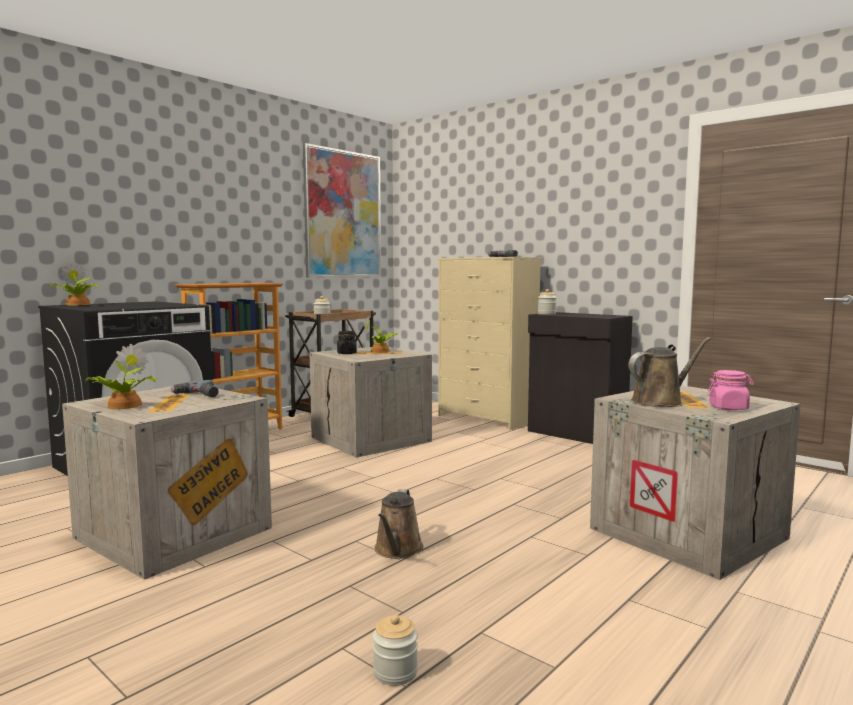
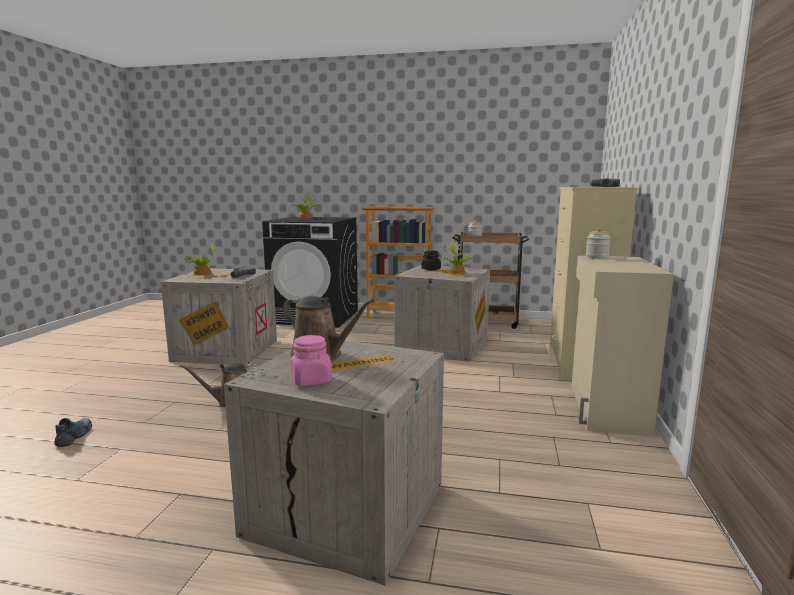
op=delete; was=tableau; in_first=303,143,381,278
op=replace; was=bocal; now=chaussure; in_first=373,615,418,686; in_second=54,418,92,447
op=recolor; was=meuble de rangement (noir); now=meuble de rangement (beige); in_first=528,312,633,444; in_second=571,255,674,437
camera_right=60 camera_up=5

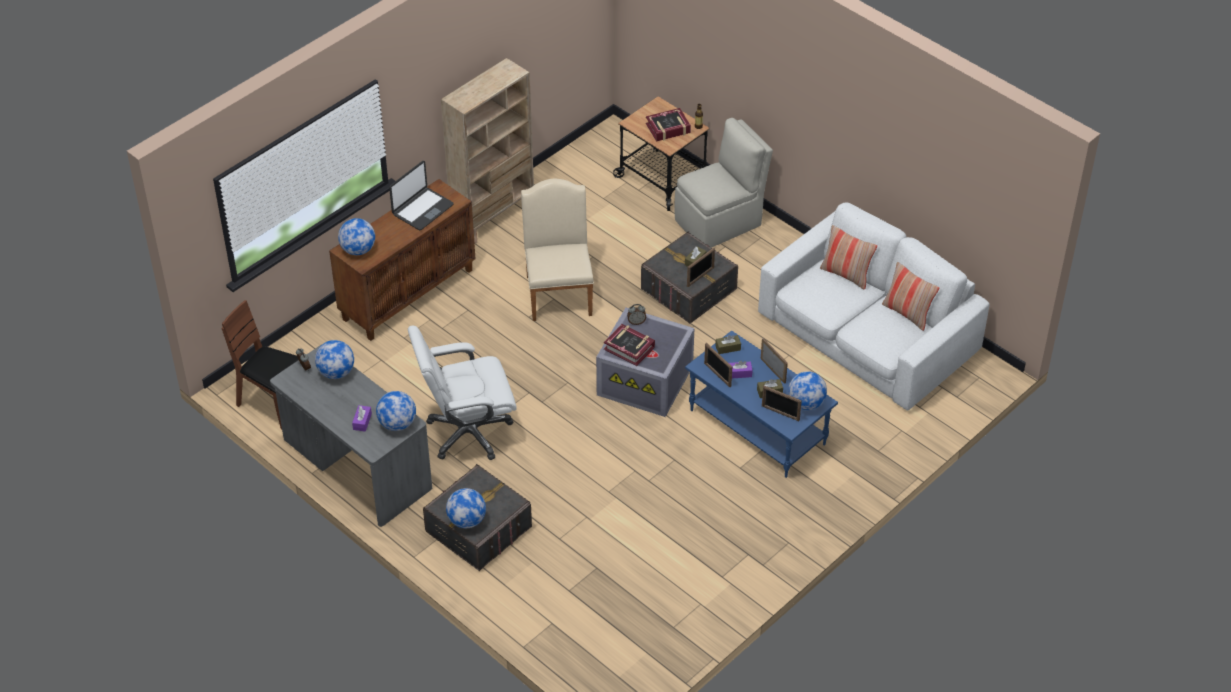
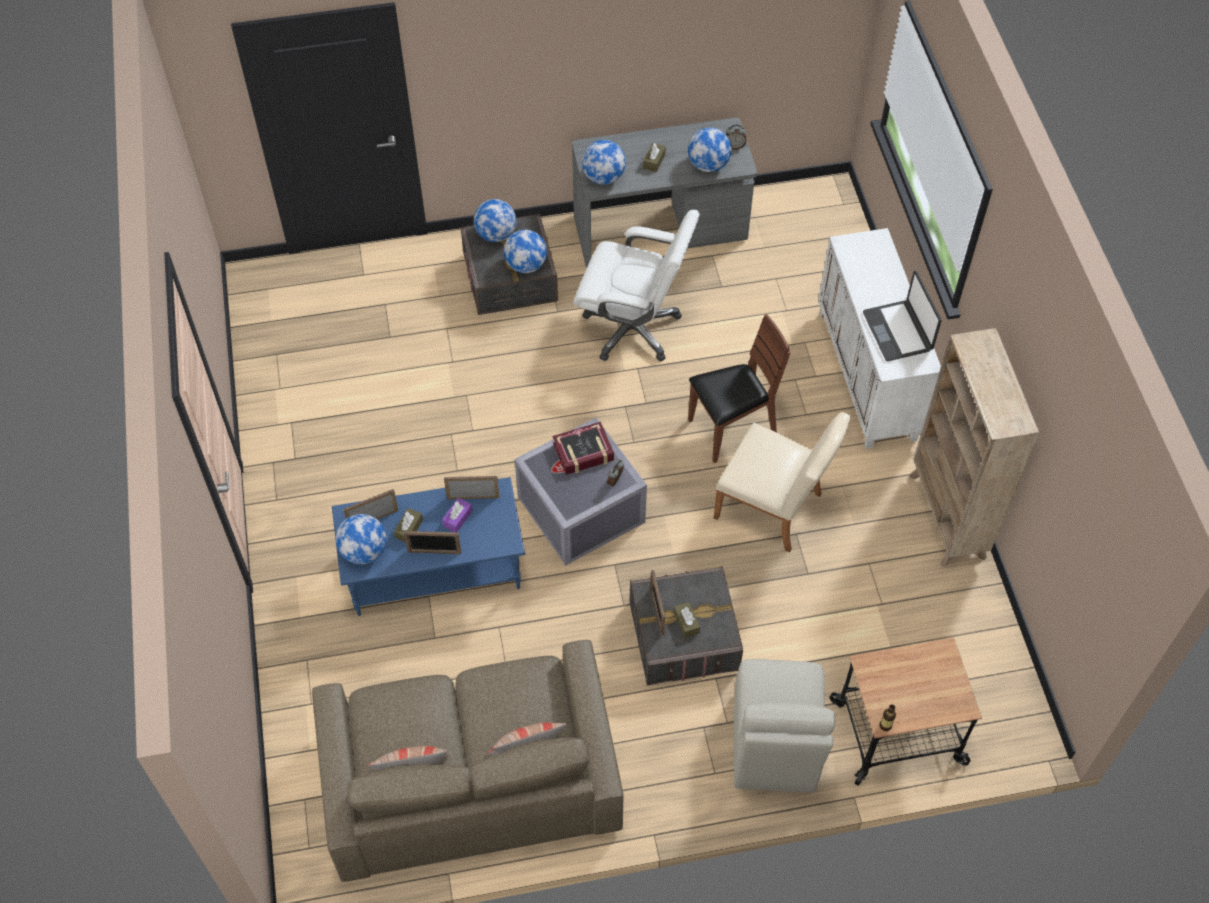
op=move; was=chaise (marron); in_first=221,300,298,430; in_second=688,314,790,463
op=recolor; was=meuble de rangement (marron); now=meuble de rangement (blanc); in_first=329,179,476,341; in_second=818,228,941,449
op=move; was=globe; in_first=338,218,375,255; in_second=504,230,547,273
op=delete; was=boîte à mouchoirs (violet); in_first=352,405,372,432
op=rotate; was=chaise de bureau (blanc); in_first=408,326,517,460; in_second=574,210,700,361; clockwise=90
op=delete; was=livre; in_first=646,108,691,141
op=move; was=boîte à mouchoirs (marron); in_first=715,335,741,354; in_second=643,143,666,172
op=recolor; was=canapé (blanc); now=canapé (marron); in_first=758,202,990,411; in_second=312,640,623,882
camera_right=125 camera_up=10

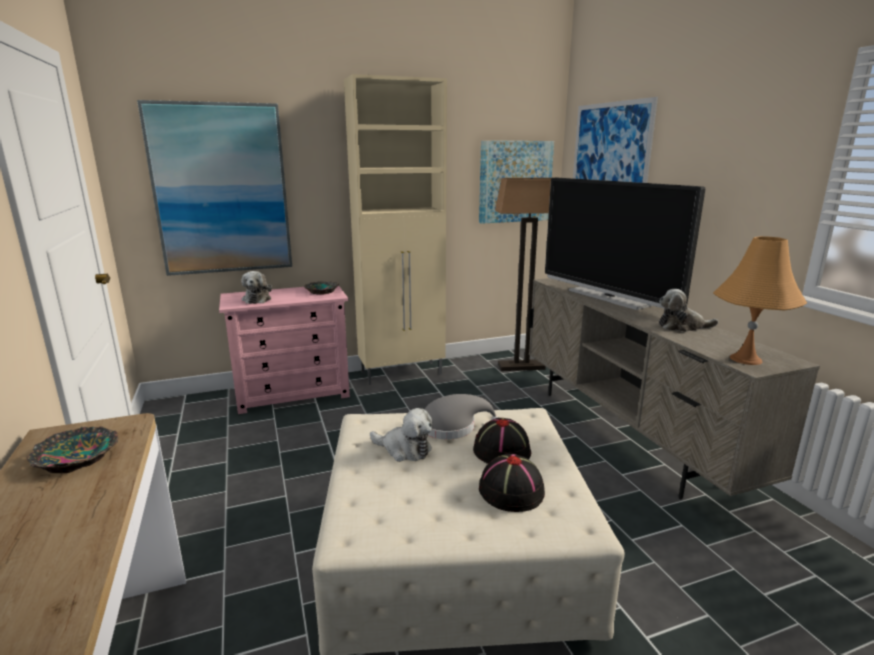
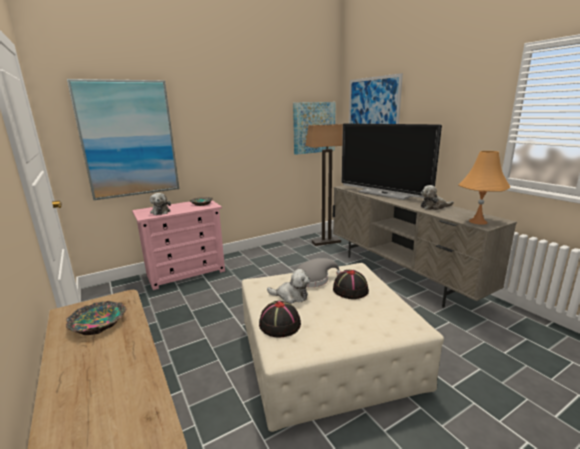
op=delete; was=meuble de rangement (beige); in_first=344,74,447,385
op=move; was=chapeau (noir); in_first=479,454,545,512; in_second=259,301,301,337
camera_right=-10 camera_up=0

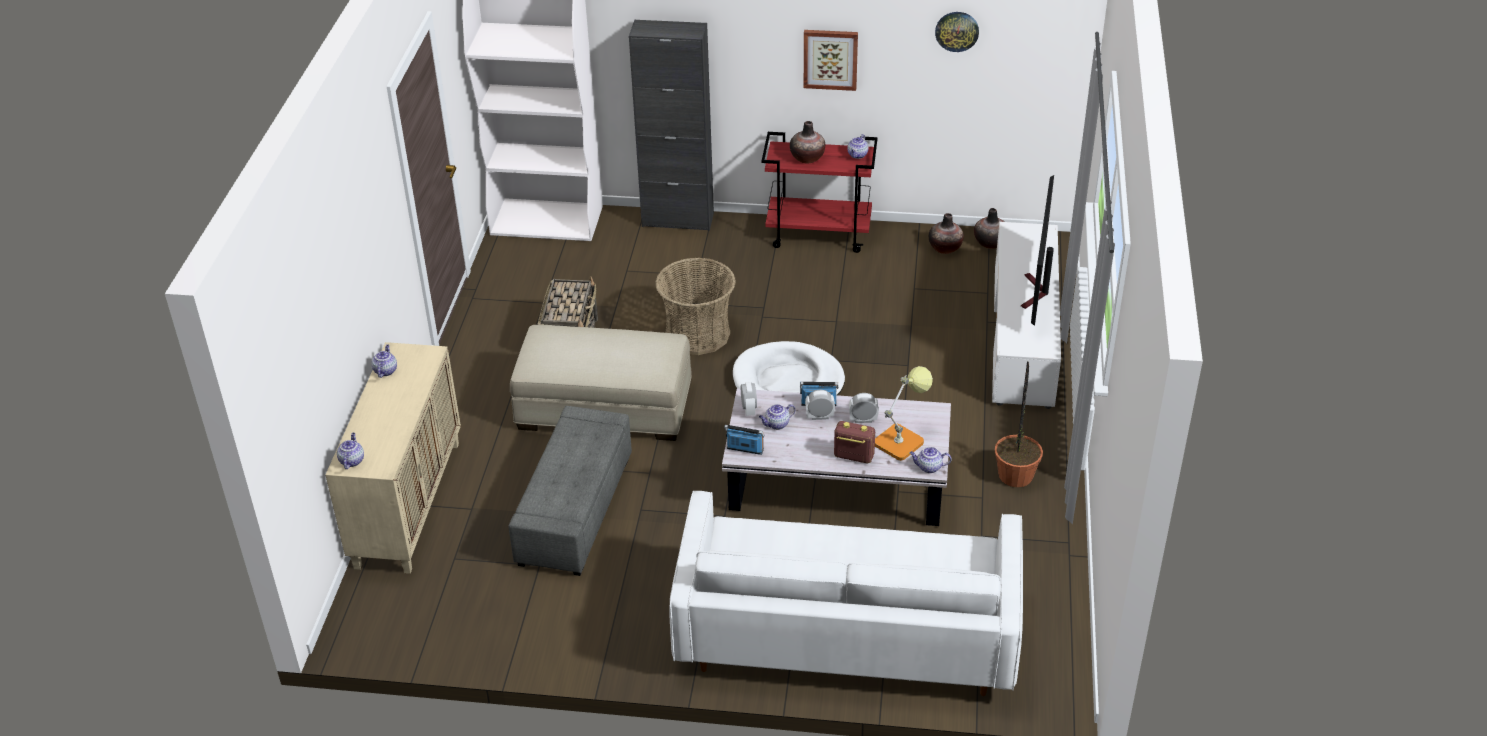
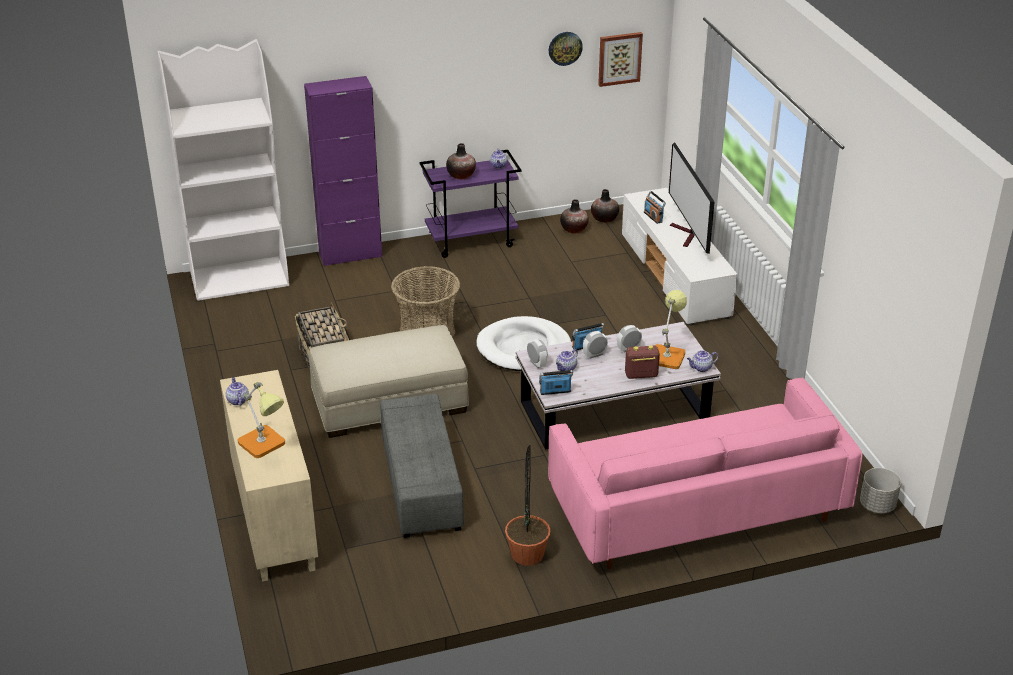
op=delete; was=théière; in_first=337,433,364,469
op=recolor; was=meuble de rangement (noir); now=meuble de rangement (violet); in_first=629,20,714,231; in_second=304,76,382,267
op=recolor; was=canapé (blanc); now=canapé (rose); in_first=669,491,1023,696; in_second=548,378,862,569
op=recolor; was=chariot (rouge); now=chariot (violet); in_first=762,132,878,253; in_second=420,150,521,258
op=move; was=tableau; in_first=804,30,858,91; in_second=598,32,643,87
op=move; was=plante en pot; in_first=995,361,1043,487; in_second=505,445,551,566
op=insert; now=lampe de table; in_second=238,382,285,458
op=insert; now=radio; in_second=644,191,666,224
op=insert; now=cache-pot (gris); in_second=860,468,901,513
camera_right=-25 camera_up=-5

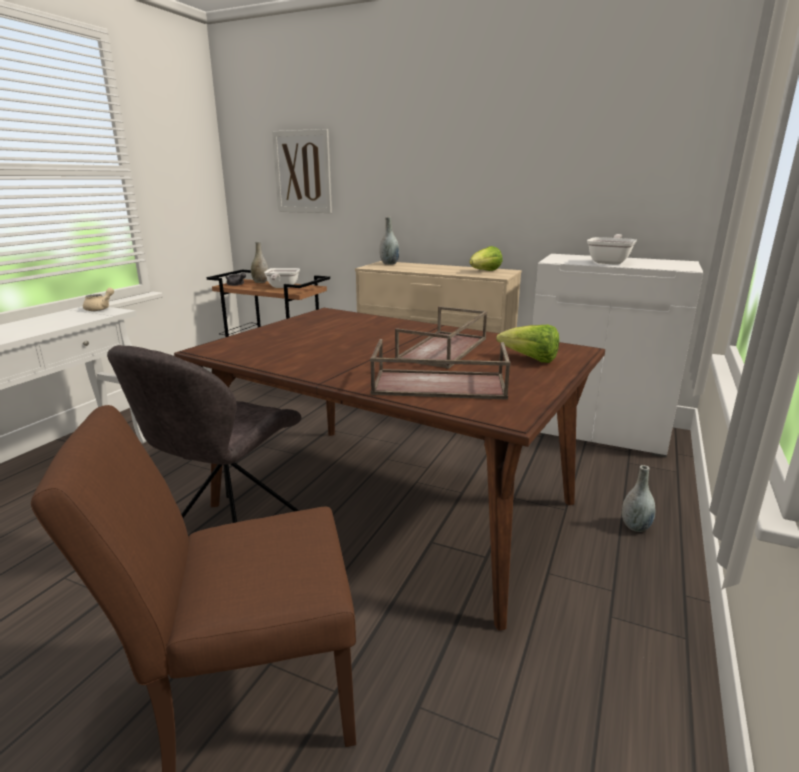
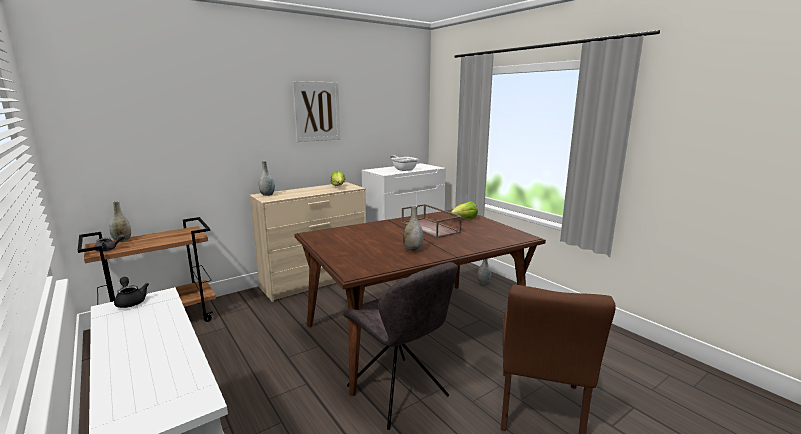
op=recolor; was=théière (beige); now=théière (noir); in_first=83,288,114,311; in_second=114,277,149,308
op=delete; was=poêle; in_first=264,268,300,288
op=move; was=tableau; in_first=272,129,332,213; in_second=293,81,340,142
op=delete; was=plateau (marron); in_first=370,339,511,400
op=insert; now=vase (gris); in_second=403,205,424,252
camera_right=-60 camera_up=-5

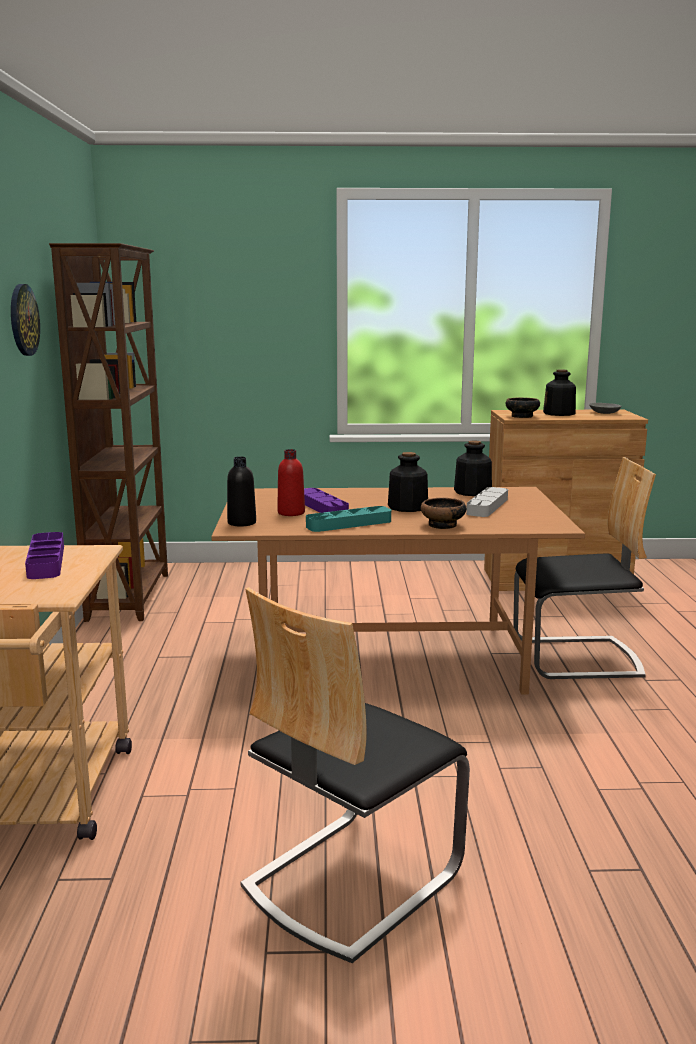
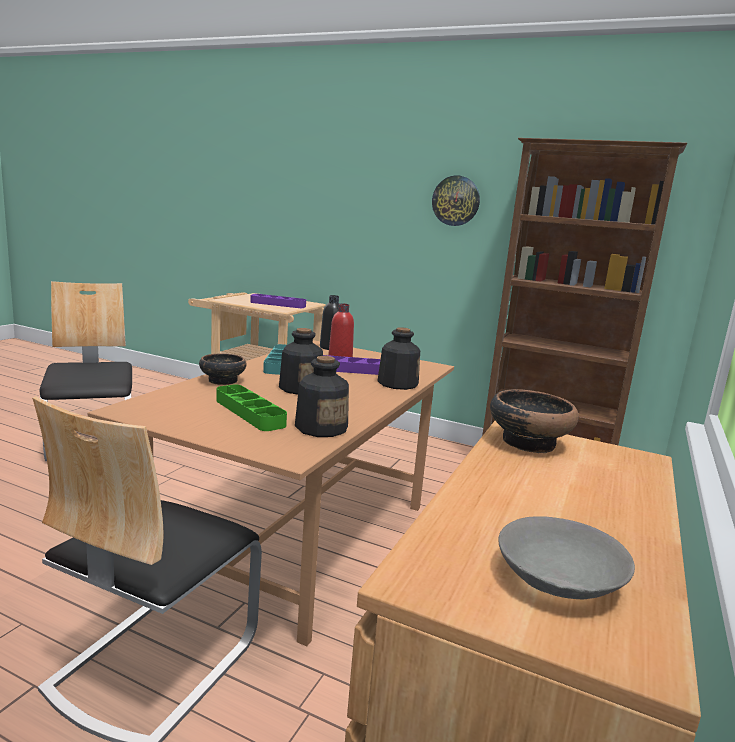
op=recolor; was=plateau (gris); now=plateau (vert); in_first=466,487,508,517; in_second=216,385,287,431
op=move; was=bouteille; in_first=543,369,576,416; in_second=377,327,420,390
camera_right=115 camera_up=0

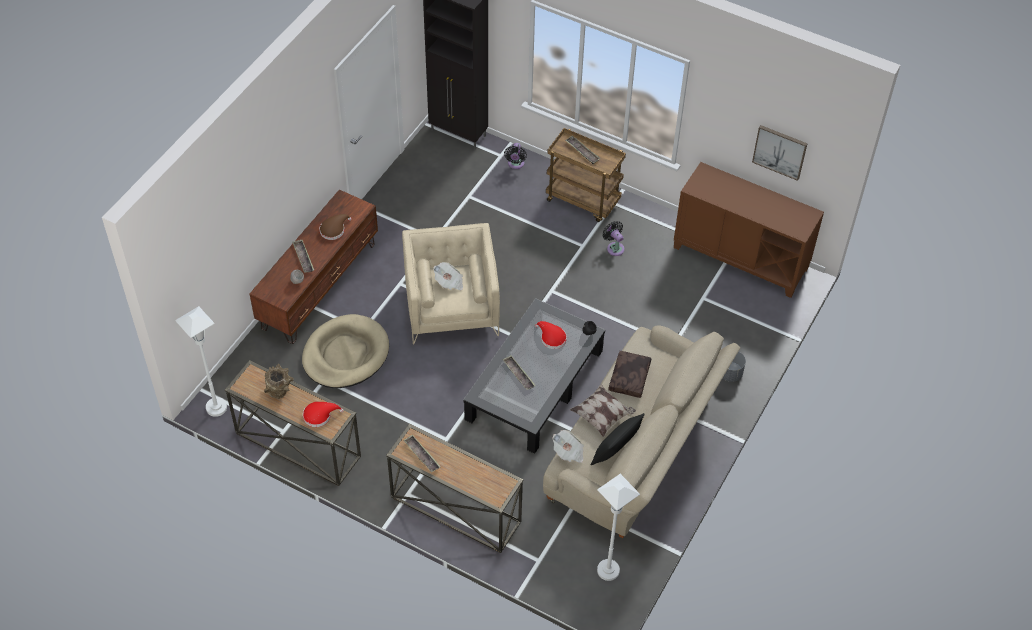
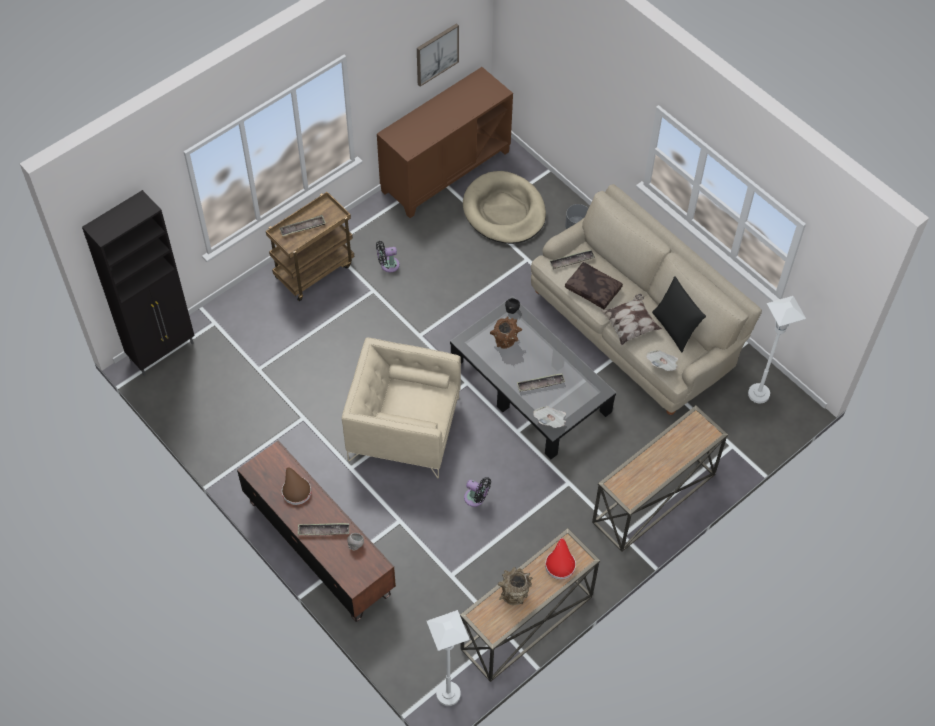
op=move; was=panier pour chien (beige); in_first=302,314,389,388; in_second=463,171,546,244
op=move; was=plateau; in_first=403,435,441,472; in_second=549,249,595,269
op=move; was=journal; in_first=433,262,463,290; in_second=533,406,566,428
op=move; was=ventilateur (noir); in_first=504,143,527,169; in_second=464,477,491,507
op=replace; was=chapeau (rouge); now=vase (marron); in_first=535,321,567,349; in_second=490,316,522,349
camera_right=-70 camera_up=5

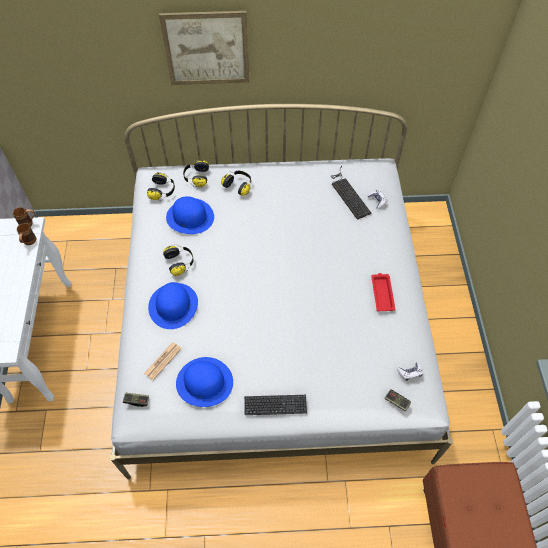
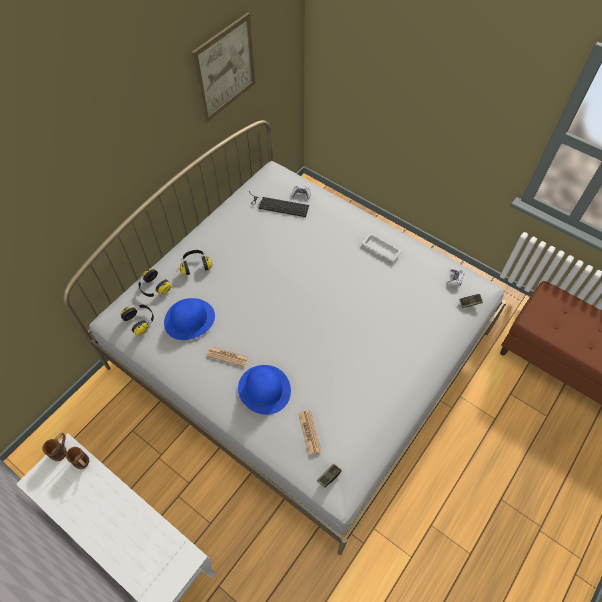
op=move; was=tableau; in_first=159,11,249,85; in_second=191,12,255,123
op=replace; was=casque audio; now=journal; in_first=163,245,194,276; in_second=207,346,249,367
op=delete; was=chapeau (bleu); in_first=176,357,233,407
op=delete; was=clavier; in_first=244,395,307,415
op=recolor; was=plateau (rouge); now=plateau (blanc); in_first=371,273,395,311; in_second=362,233,402,261
camera_right=-50 camera_up=0

